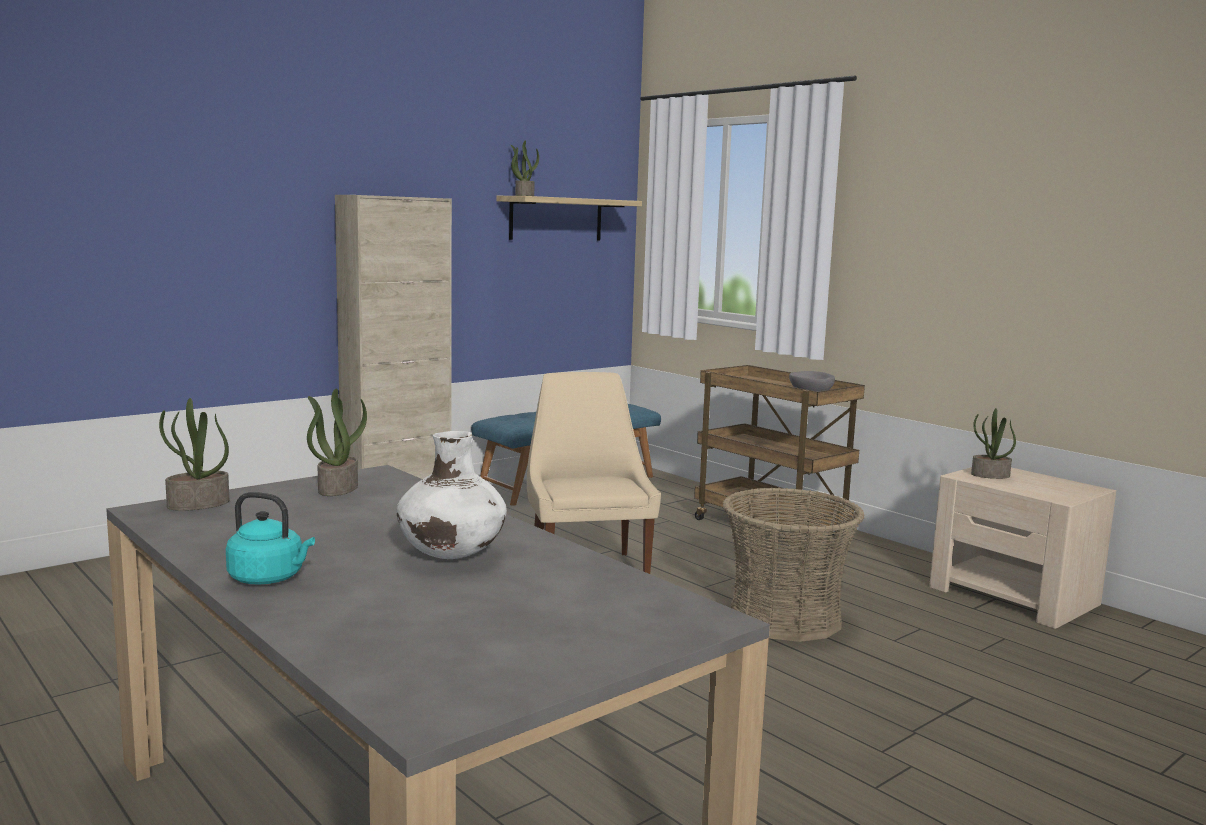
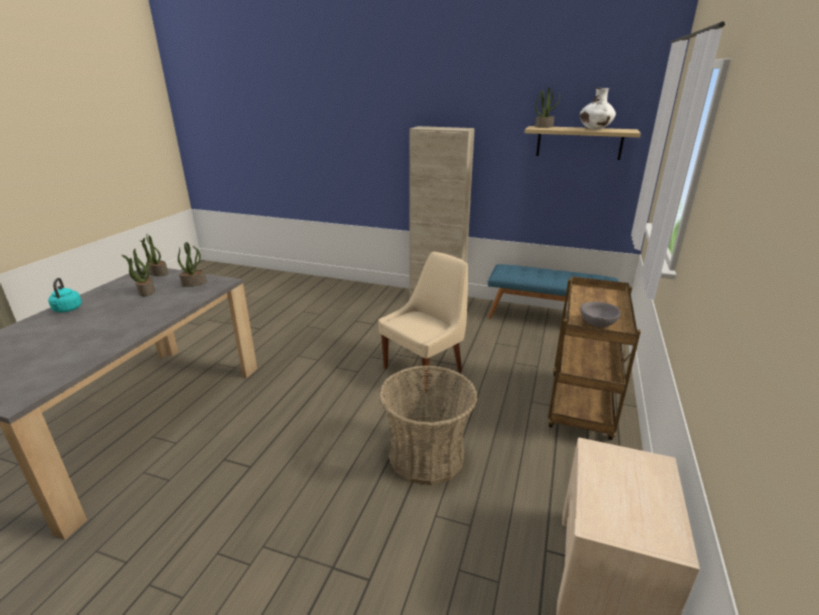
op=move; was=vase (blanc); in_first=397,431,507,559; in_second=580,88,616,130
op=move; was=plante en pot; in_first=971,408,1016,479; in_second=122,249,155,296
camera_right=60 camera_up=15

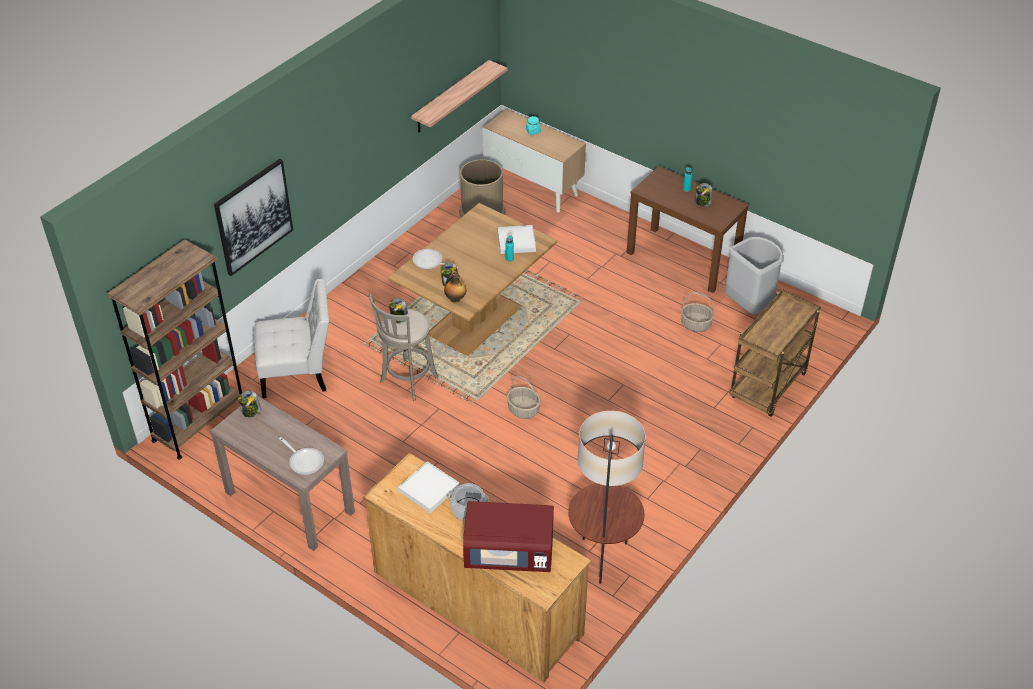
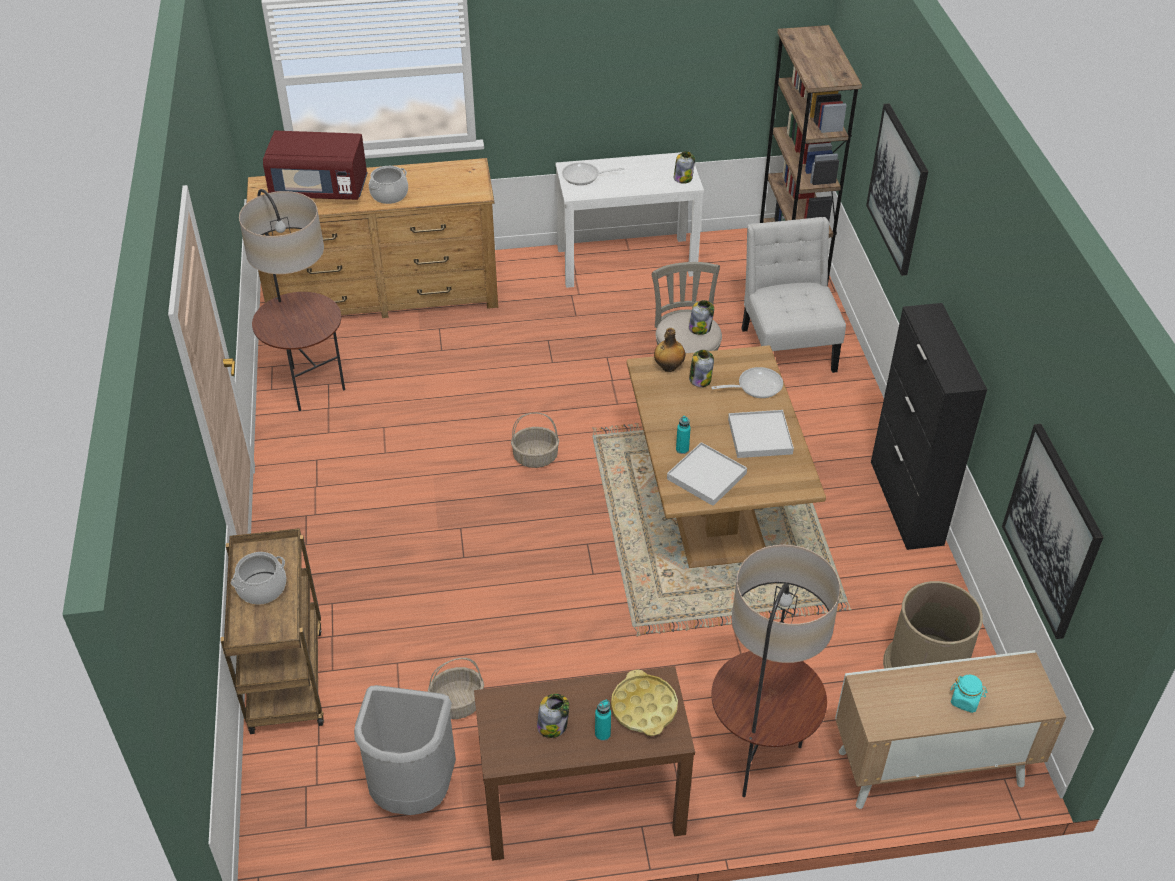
op=recolor; was=table console (marron); now=table console (blanc); in_first=210,396,355,551; in_second=555,152,704,288
op=rotate; was=chaise (blanc); in_first=254,279,329,398; in_second=741,217,846,373; clockwise=135
op=move; was=plateau (blanc); in_first=398,461,460,513; in_second=728,410,794,458
op=replace; was=étagère; now=tableau; in_first=411,60,507,132; in_second=1002,424,1104,639
op=rotate; was=micro-ondes (rouge); in_first=463,501,554,572; in_second=263,131,367,200; clockwise=-135
op=insert; now=marmite; in_second=231,552,286,605
op=insert; now=plateau (jaune); in_second=611,670,678,736
op=insert; now=lampadaire; in_second=711,545,840,797
op=insert; now=meuble de rangement (noir); in_second=871,303,987,550
camera_right=135 camera_up=0

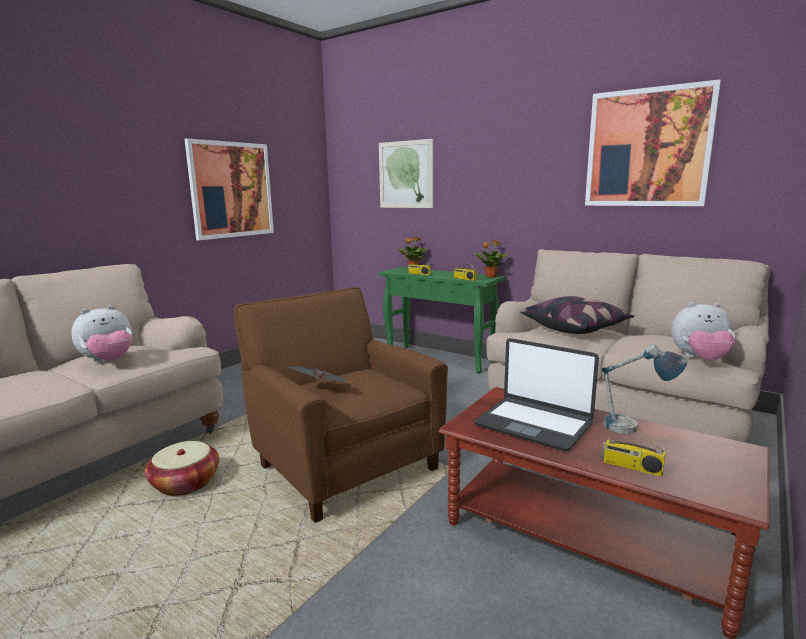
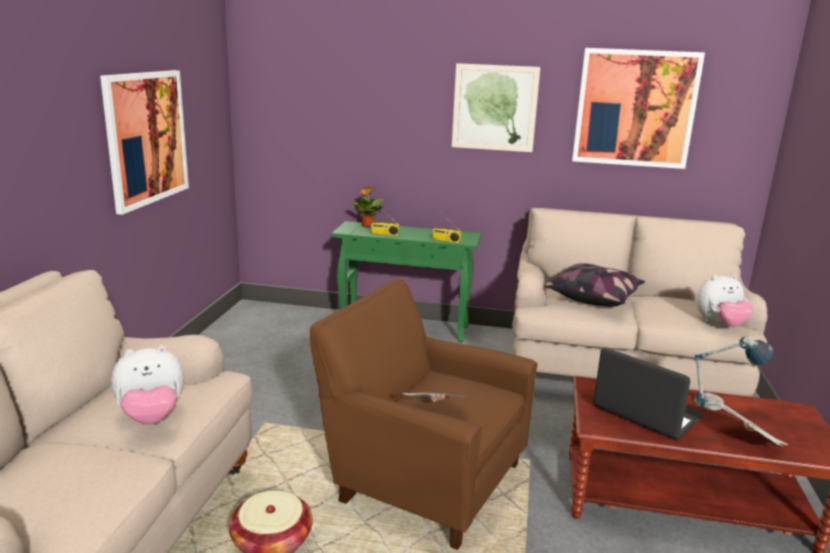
op=rotate; was=peluche; in_first=71,305,132,363; in_second=111,346,184,424; clockwise=45
op=move; was=tableau; in_first=379,139,433,208; in_second=452,63,540,152
op=delete; was=plante en pot; in_first=474,240,509,278
op=rotate; was=ordinateur portable; in_first=474,338,599,451; in_second=593,347,704,440; clockwise=-150
op=replace; was=radio; now=journal; in_first=601,412,666,477; in_second=715,402,788,447
camera_right=-25 camera_up=5

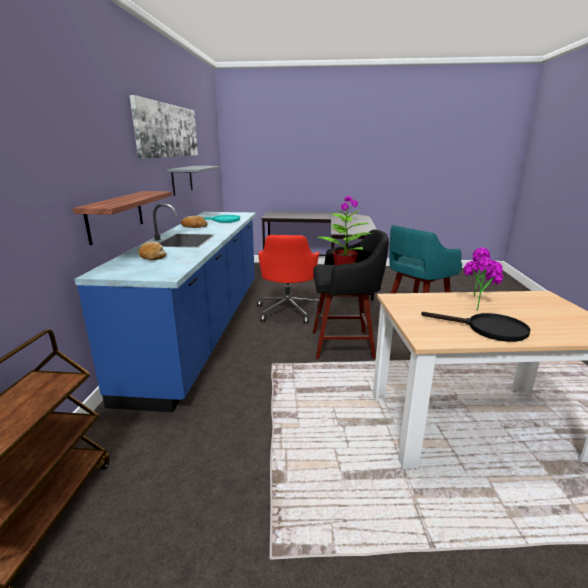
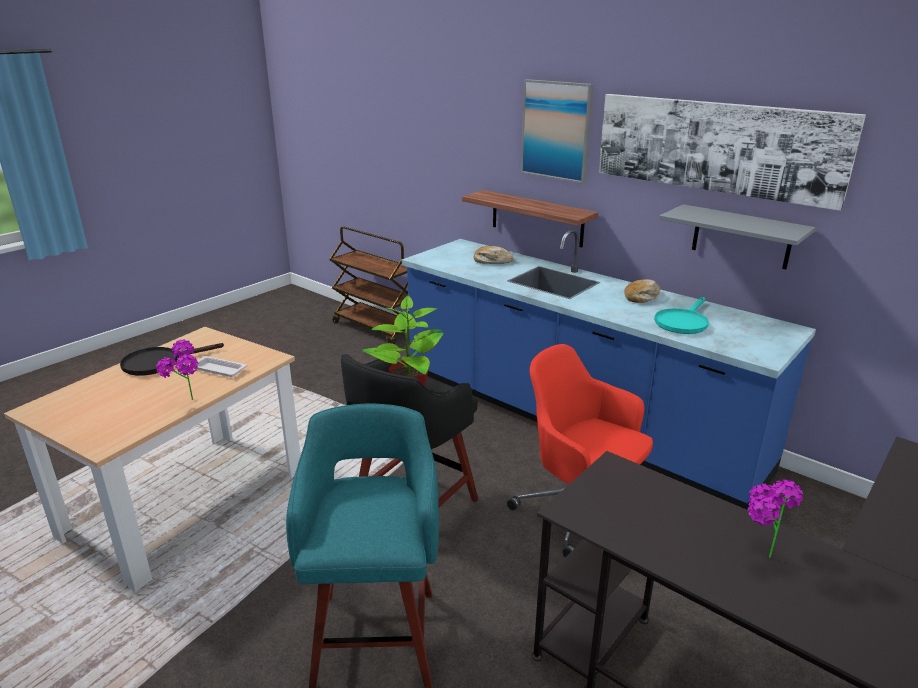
op=delete; was=plante en pot; in_first=464,257,504,311
op=insert; now=plateau (blanc); in_second=196,356,247,377
op=insert; now=tableau; in_second=521,79,594,183
camera_right=125 camera_up=5

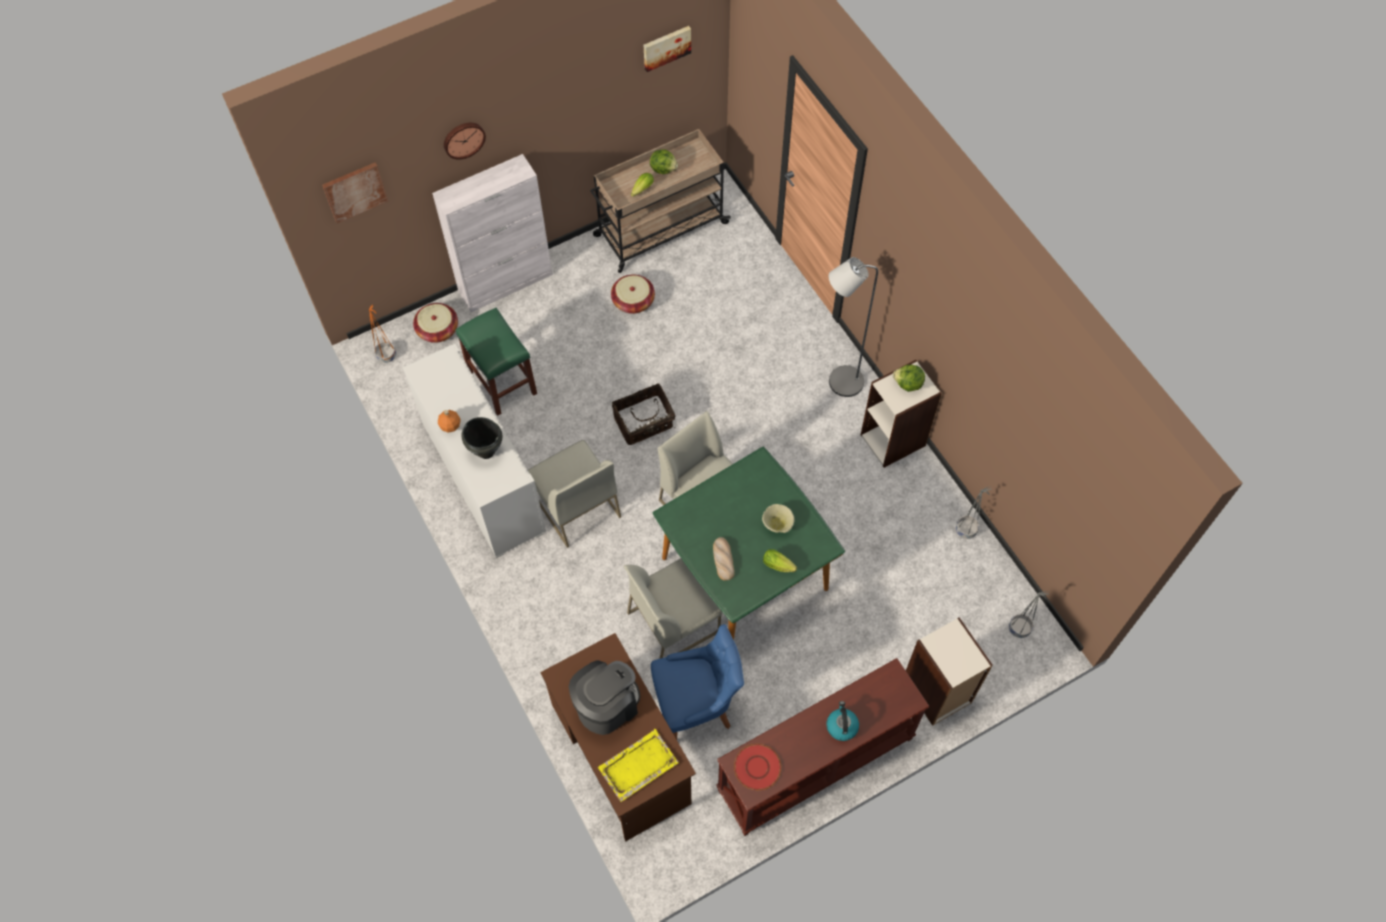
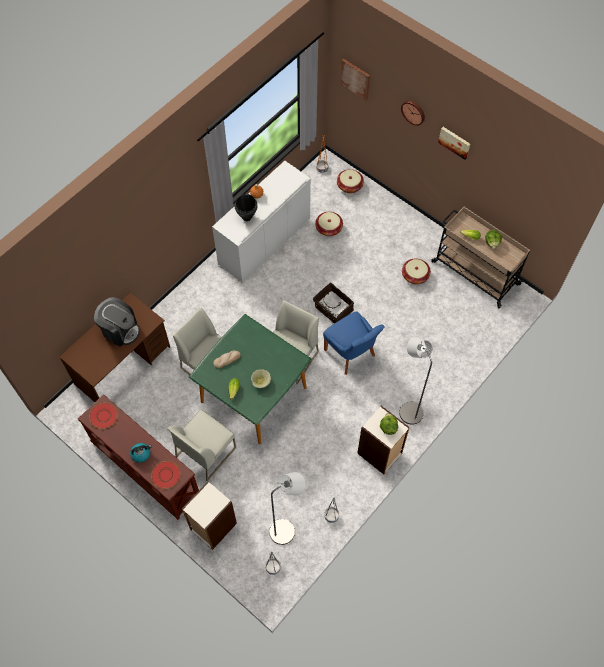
op=delete; was=meuble de rangement (blanc); in_first=432,154,553,312
op=replace; was=tabouret (vert); now=panier; in_first=456,308,537,416; in_second=315,212,343,236
op=move; was=chaise (blanc); in_first=528,440,621,548; in_second=167,409,236,481
op=delete; was=plateau (jaune); in_first=598,729,679,802
op=move; was=tableau; in_first=644,26,691,72; in_second=438,127,470,160
op=move; was=chaise (bleu); in_first=651,624,744,740; in_second=323,311,385,375
op=insert; now=assiette (rouge); in_second=151,461,180,489
op=insert; now=lampadaire (gris); in_second=269,472,306,545
camera_right=70 camera_up=0

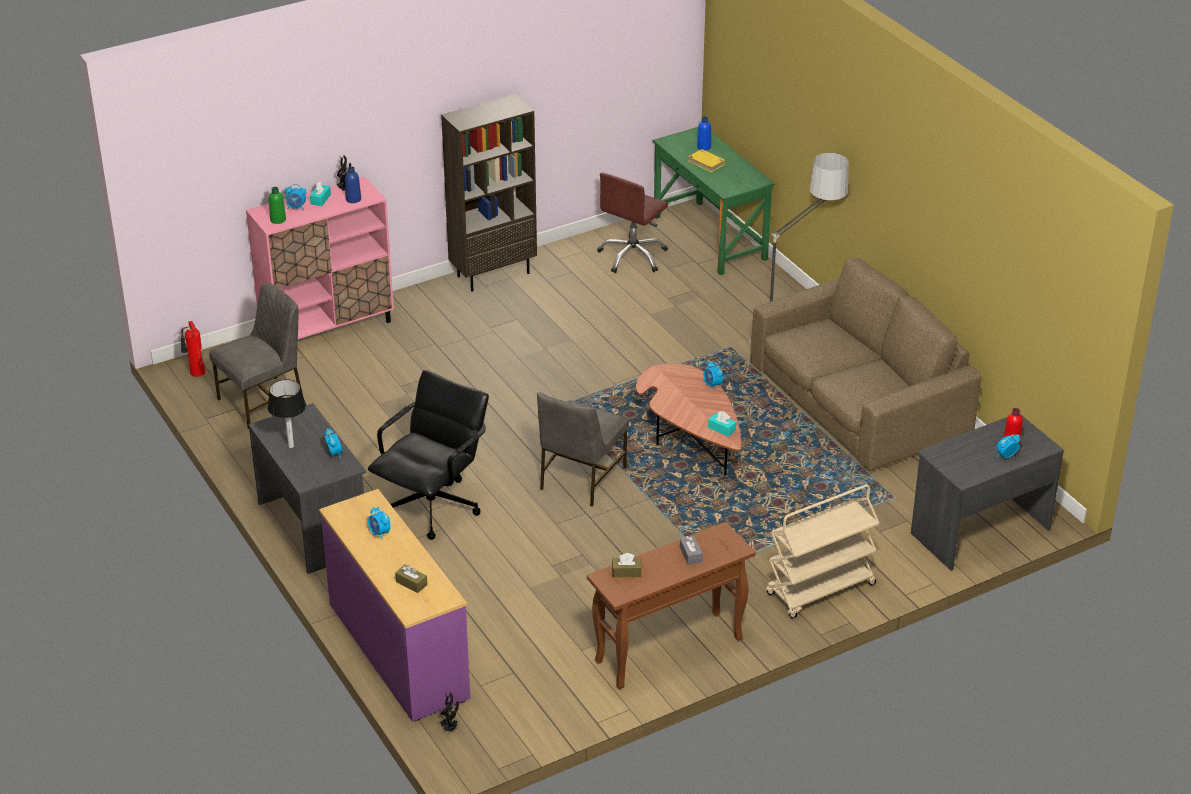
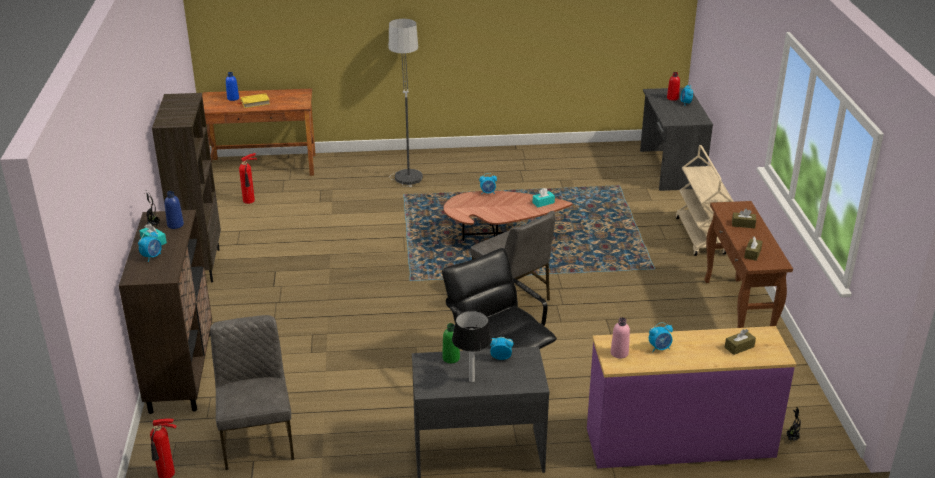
op=recolor; was=meuble de rangement (rose); now=meuble de rangement (marron); in_first=246,177,394,339; in_second=119,210,212,414
op=move; was=bouteille (vert); in_first=269,187,286,224; in_second=442,323,460,363
op=replace; was=chaise de bureau (marron); now=extincteur; in_first=597,173,668,273; in_second=239,153,257,204
op=recolor; was=bureau (vert); now=bureau (marron); in_first=653,127,775,275; in_second=202,88,316,176
op=recolor; was=boîte à mouchoirs (gris); now=boîte à mouchoirs (marron); in_first=680,536,703,565; in_second=732,209,756,228
op=delete; was=canapé (marron); in_first=750,258,982,471
op=insert; now=bouteille (rose); in_second=611,317,630,359
camera_right=-65 camera_up=-5

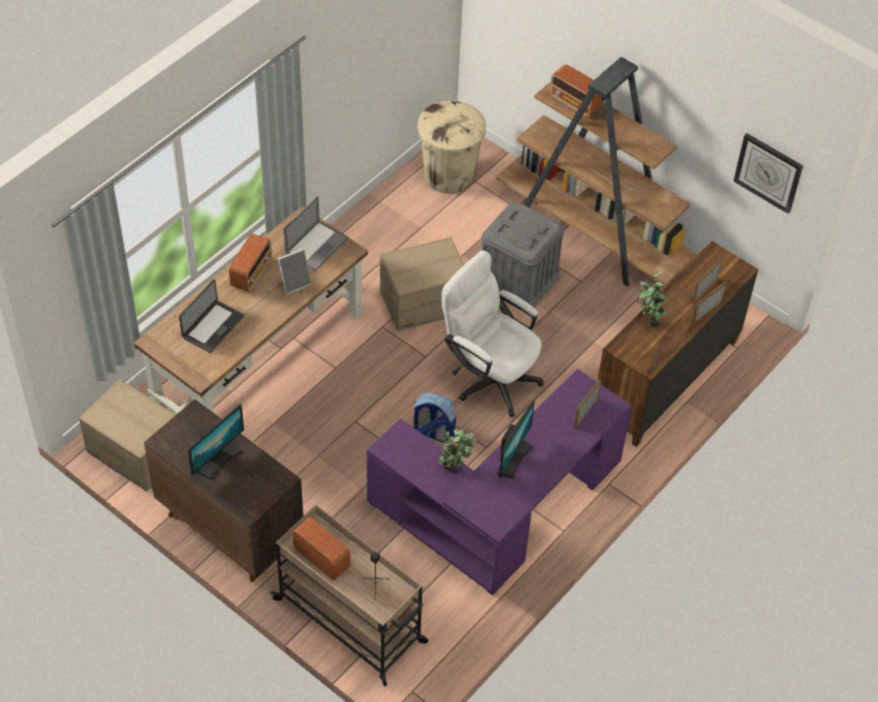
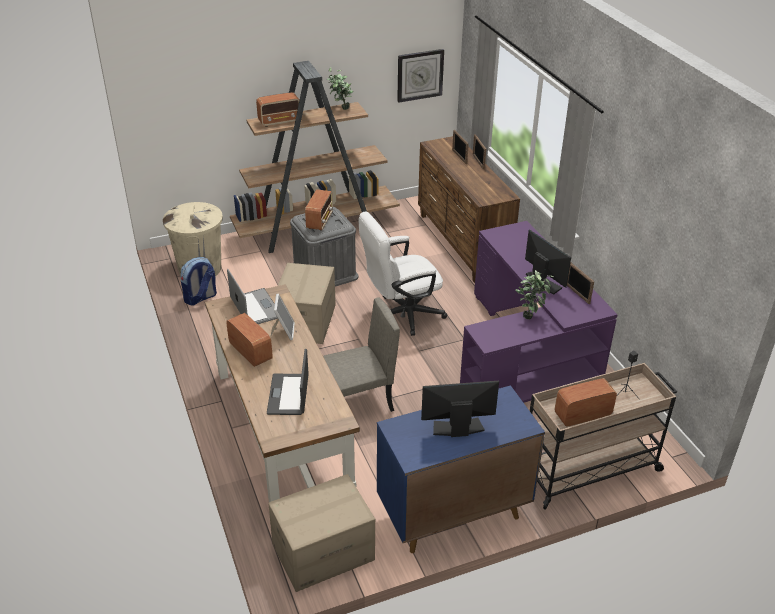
op=recolor; was=meuble de rangement (marron); now=meuble de rangement (bleu); in_first=144,399,303,582; in_second=377,385,545,553
op=rotate; was=ordinateur portable; in_first=179,279,244,353; in_second=267,349,309,415; clockwise=-150
op=rotate; was=écran d'ordinateur; in_first=188,404,244,480; in_second=421,381,499,437; clockwise=-75
op=move; was=sac à dos; in_first=413,393,456,443; in_second=181,257,217,306
op=move; was=cadre photo; in_first=574,379,601,429; in_second=567,263,594,304
op=move; was=plante en pot; in_first=639,272,669,327; in_second=327,67,354,110
op=insert; now=radio; in_second=305,189,333,231
op=insert; now=chaise (beige); in_second=323,297,400,412
camera_right=-60 camera_up=-15

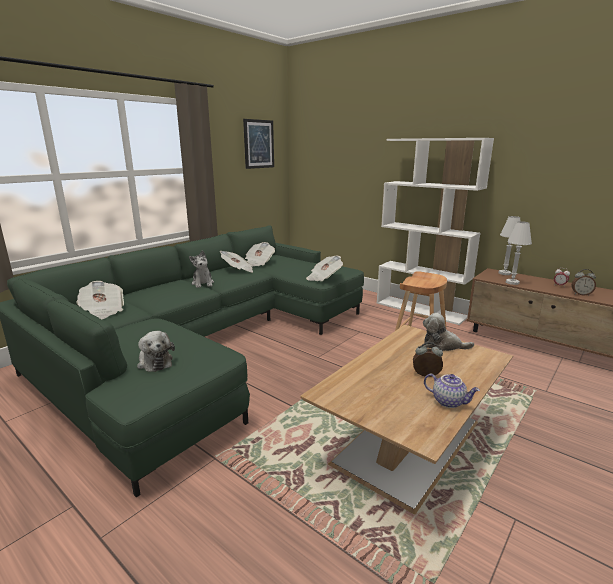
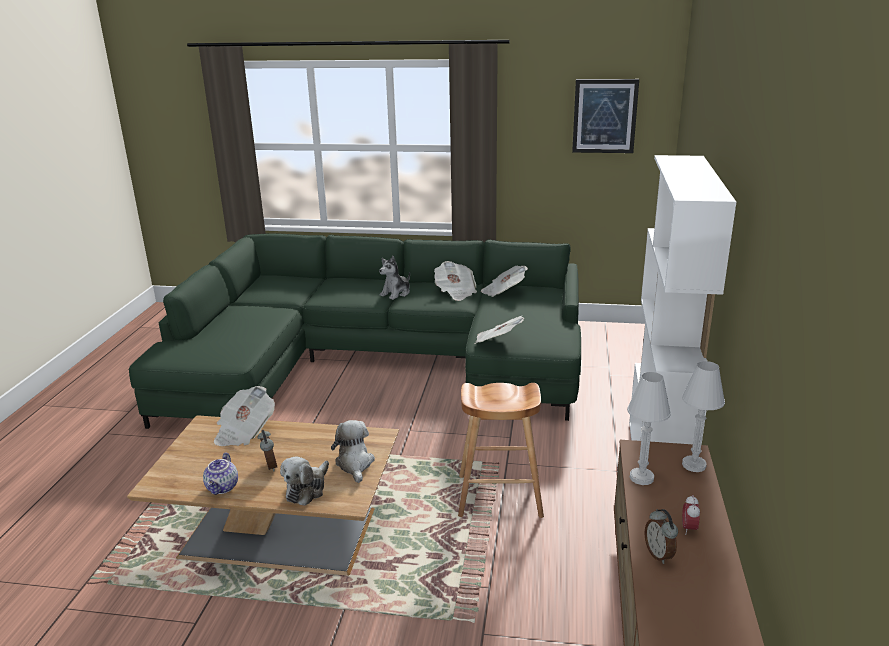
op=move; was=journal; in_first=76,281,124,319; in_second=214,386,275,446
op=move; was=peluche; in_first=137,331,175,372; in_second=280,457,329,506
camera_right=60 camera_up=5

